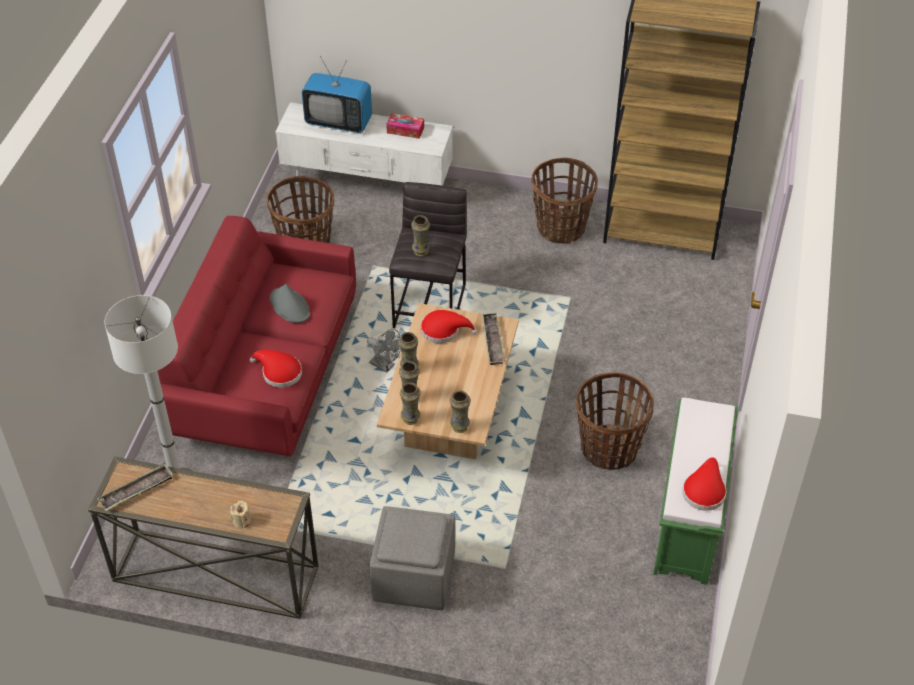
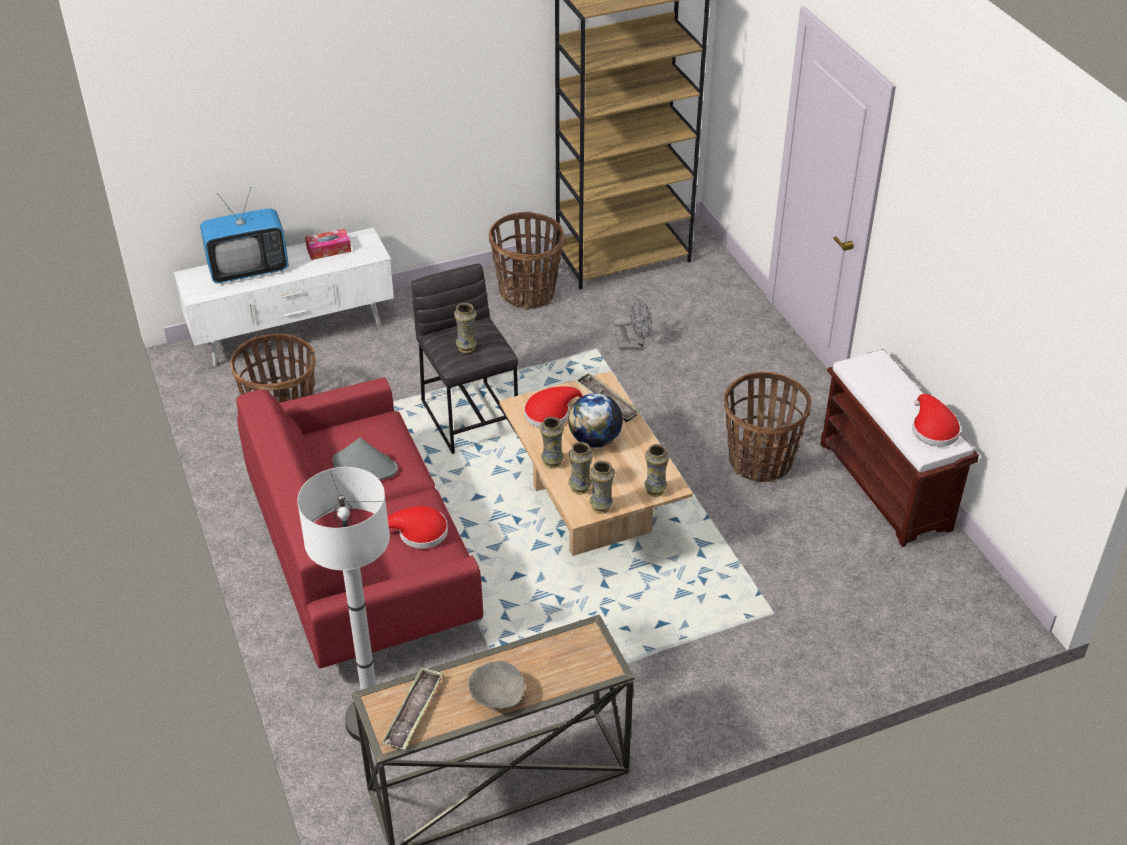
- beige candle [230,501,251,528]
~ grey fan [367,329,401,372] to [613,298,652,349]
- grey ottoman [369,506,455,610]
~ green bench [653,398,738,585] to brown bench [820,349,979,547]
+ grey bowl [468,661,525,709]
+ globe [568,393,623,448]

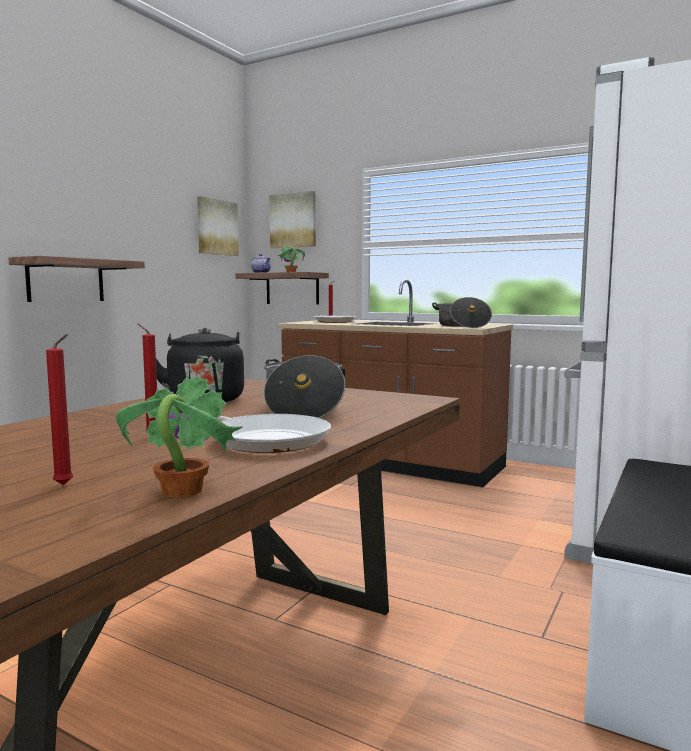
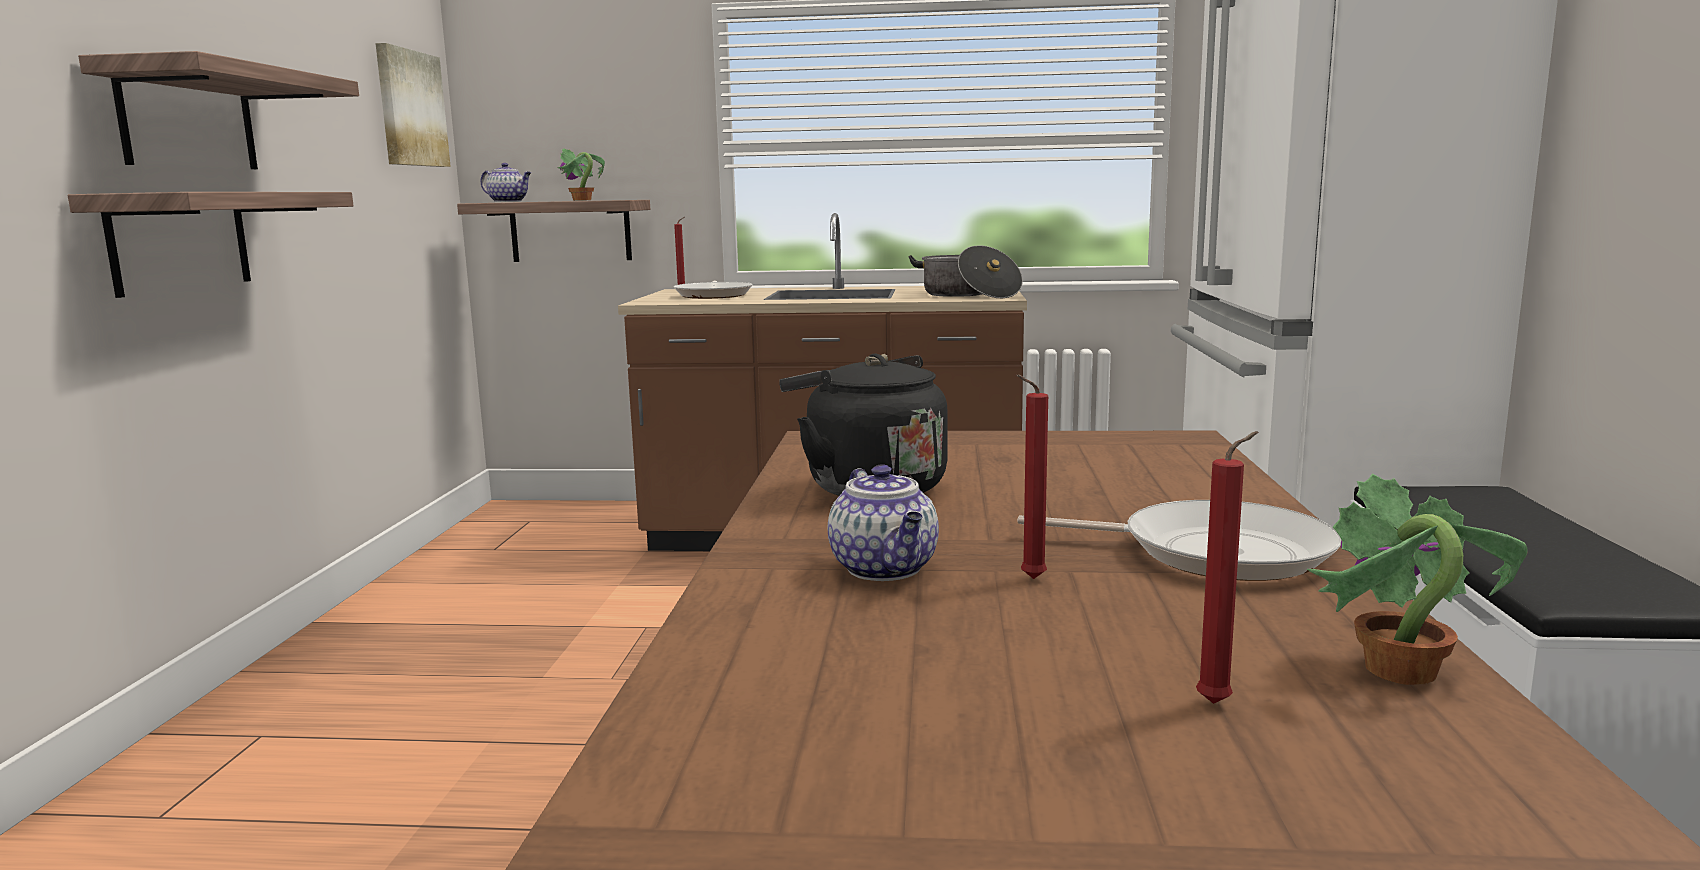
- cooking pot [264,355,345,418]
- picture [269,191,316,248]
+ shelf [78,51,359,169]
+ teapot [828,464,939,581]

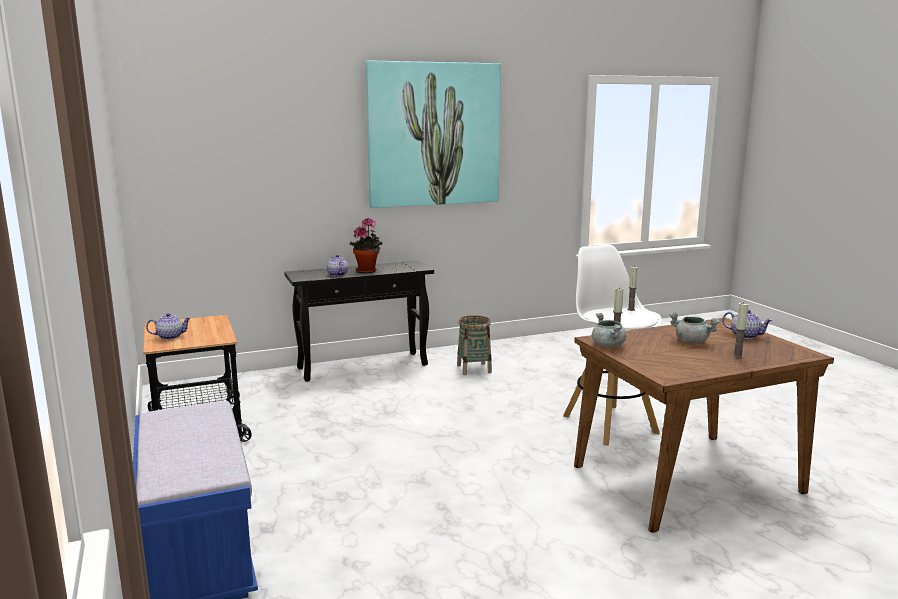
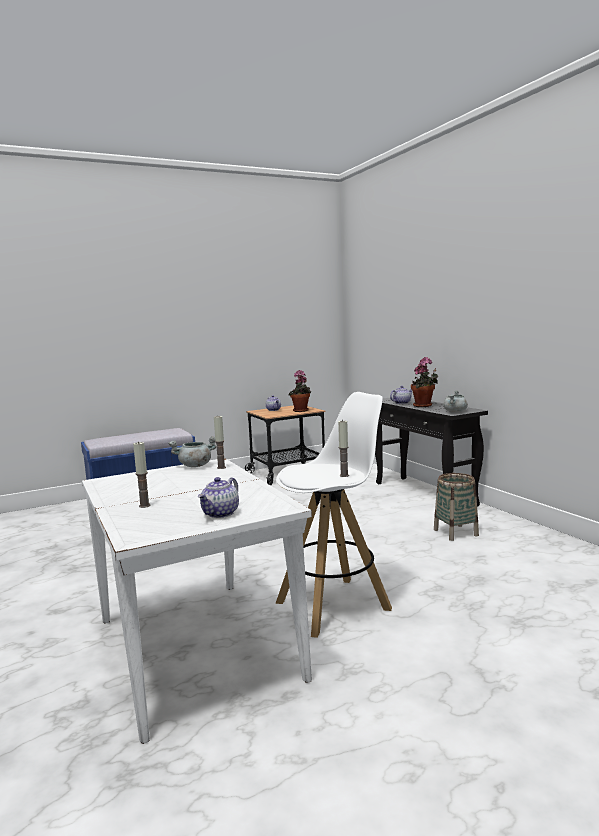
- picture [365,60,501,208]
~ brown dining table [574,318,834,533] to white dining table [82,458,312,744]
~ grey cooking pot [669,312,720,344] to [444,390,468,412]
+ potted plant [289,370,311,412]

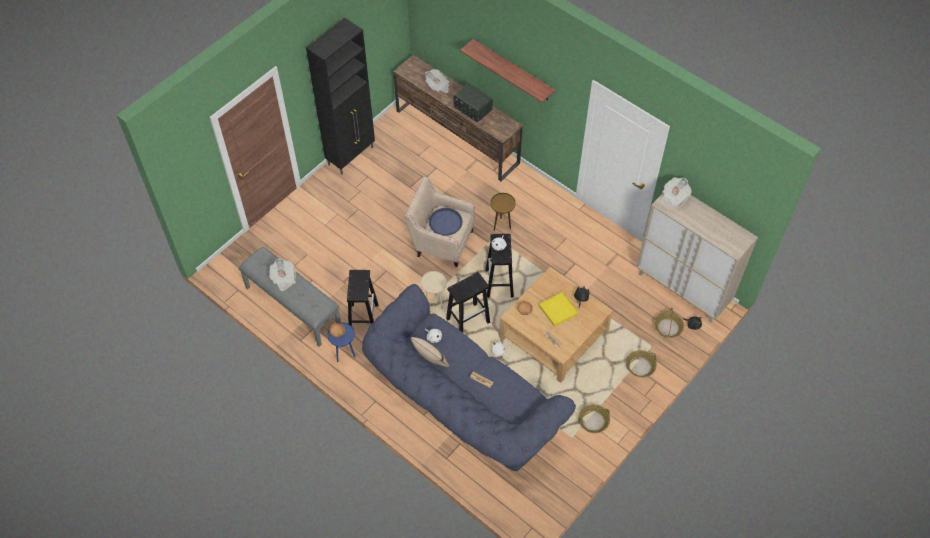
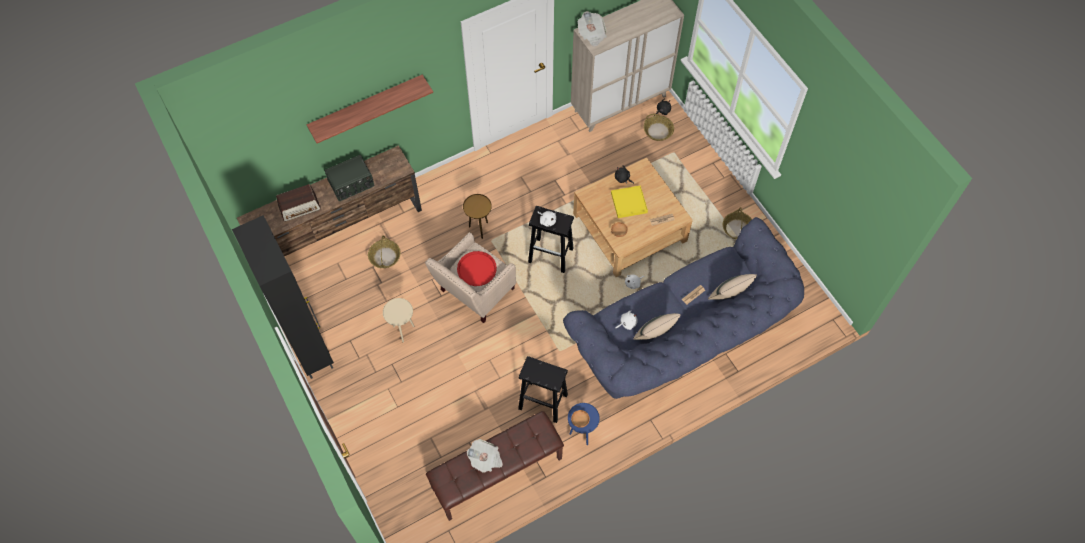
~ grey bench [238,247,341,347] to brown bench [426,411,564,521]
~ beige side table [420,271,447,309] to [383,298,414,342]
~ newspaper [425,69,449,93] to radio [276,184,321,222]
~ blue tray [429,208,463,236] to red tray [457,251,497,286]
- black stool [446,272,490,333]
~ basket [626,350,657,378] to [368,235,401,268]
+ beige pillow [708,274,757,300]

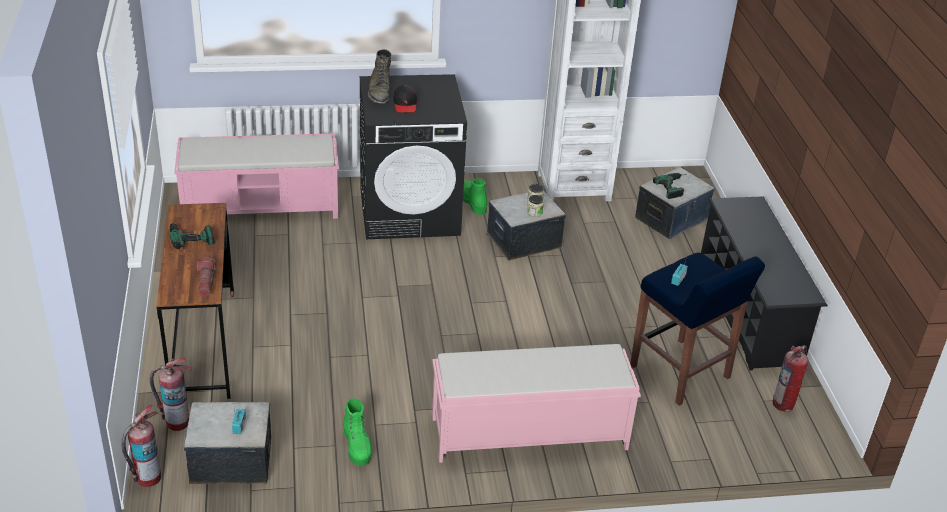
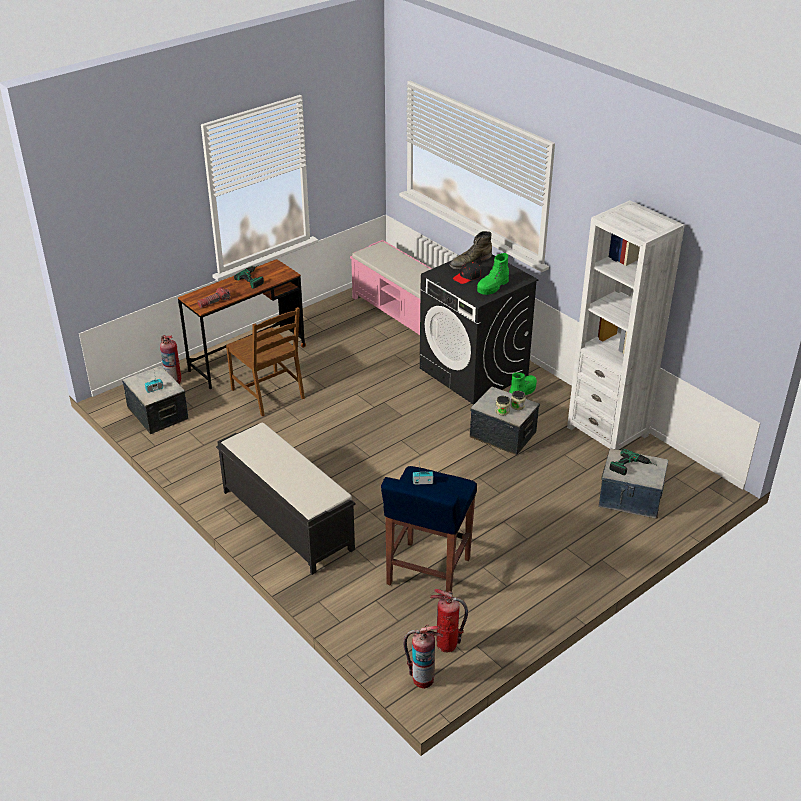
~ fire extinguisher [121,405,161,487] to [403,625,443,689]
~ green boot [343,398,372,466] to [477,253,509,295]
~ pink bench [432,344,641,463] to black bench [216,422,355,575]
- black shoe rack [701,196,828,371]
+ brown chair [226,307,305,417]

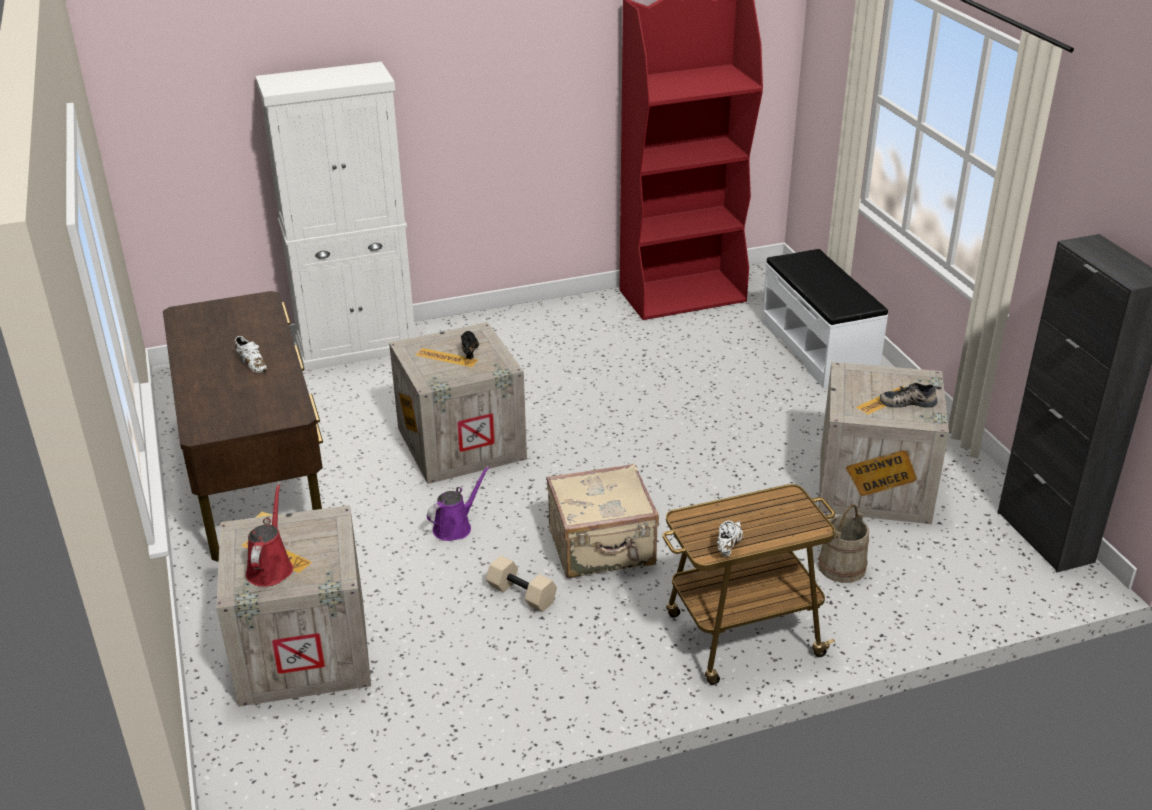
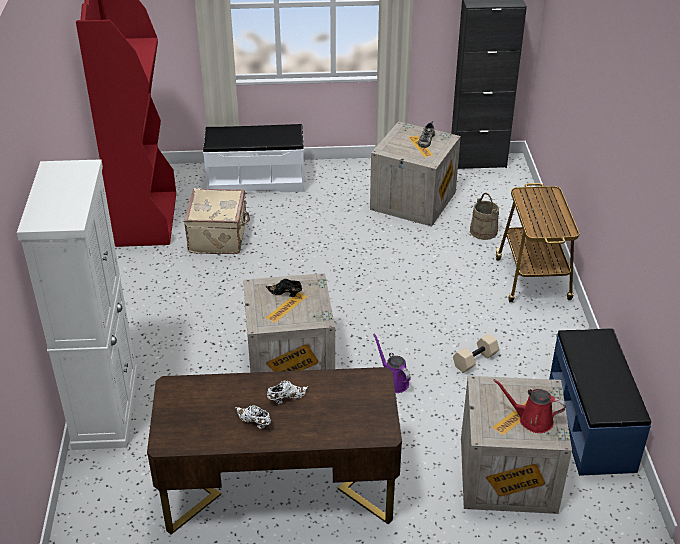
~ beige suitcase [546,463,659,578] to [184,188,250,254]
~ white shoe [717,520,743,557] to [235,405,271,429]
+ blue bench [549,328,651,476]

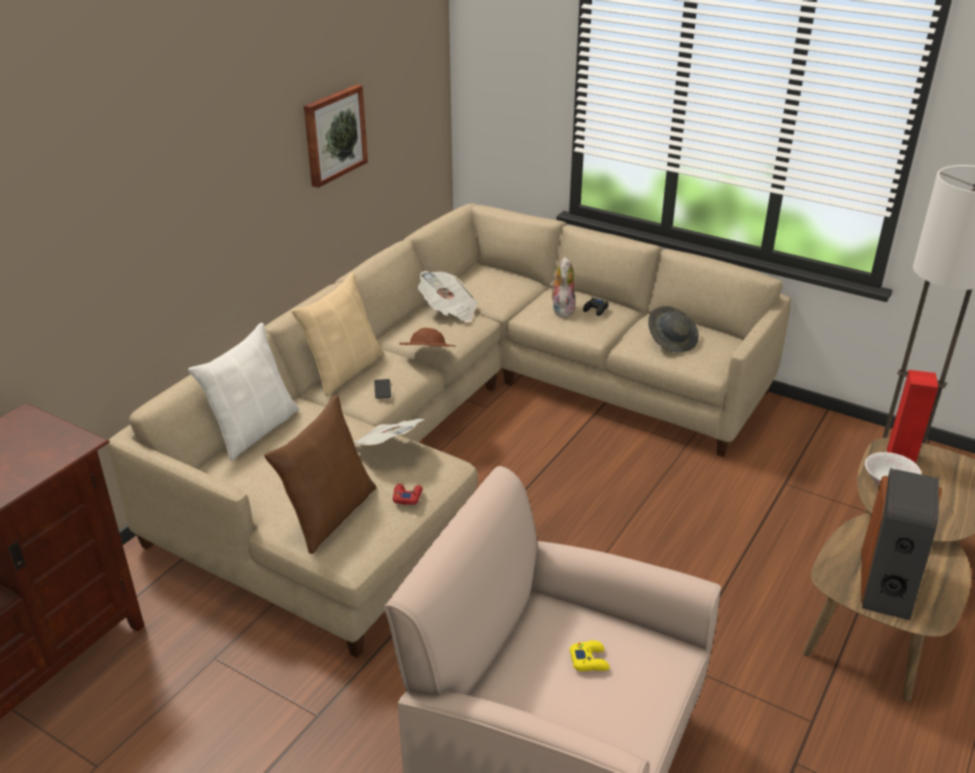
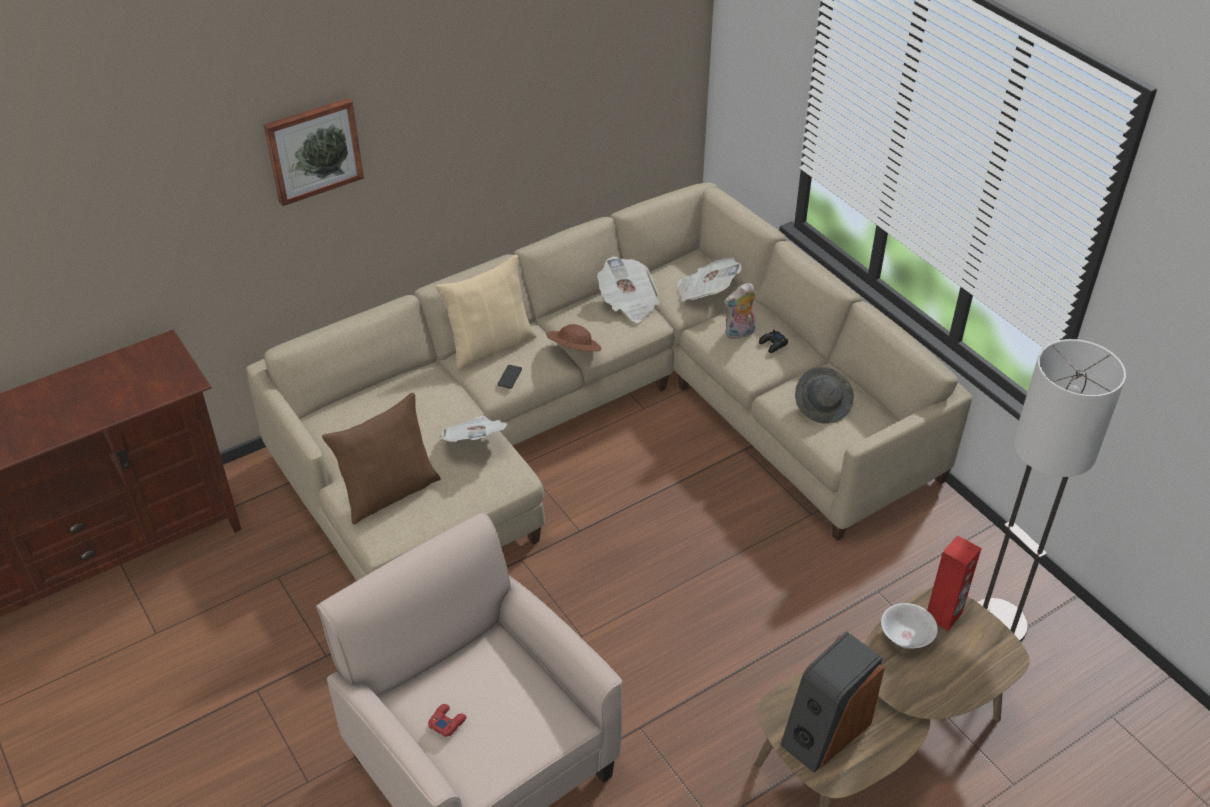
- white pillow [188,323,299,461]
~ picture [304,84,368,188] to [264,98,364,206]
~ red game controller [393,484,423,505] to [428,704,466,737]
~ plush toy [550,257,575,317] = [724,283,755,340] 150 degrees counterclockwise
- yellow game controller [569,640,610,671]
+ newspaper [677,257,741,301]

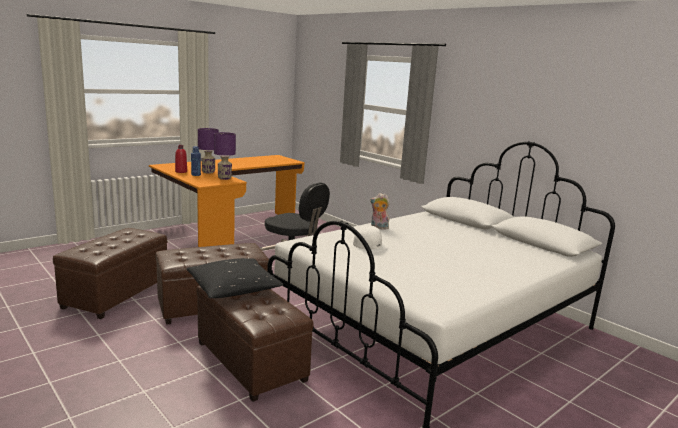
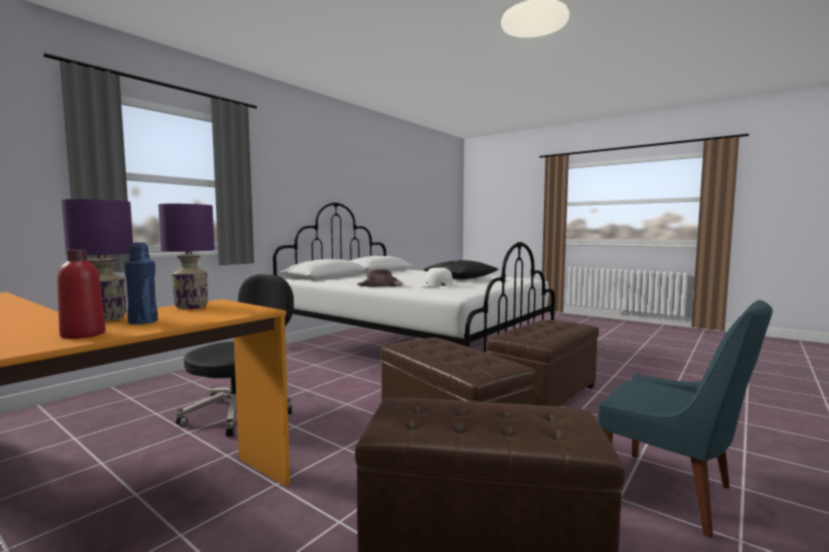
~ black pillow [186,258,283,298] to [423,260,498,279]
~ plush toy [370,193,390,230] to brown hat [357,269,403,287]
+ blue chair [598,300,773,538]

